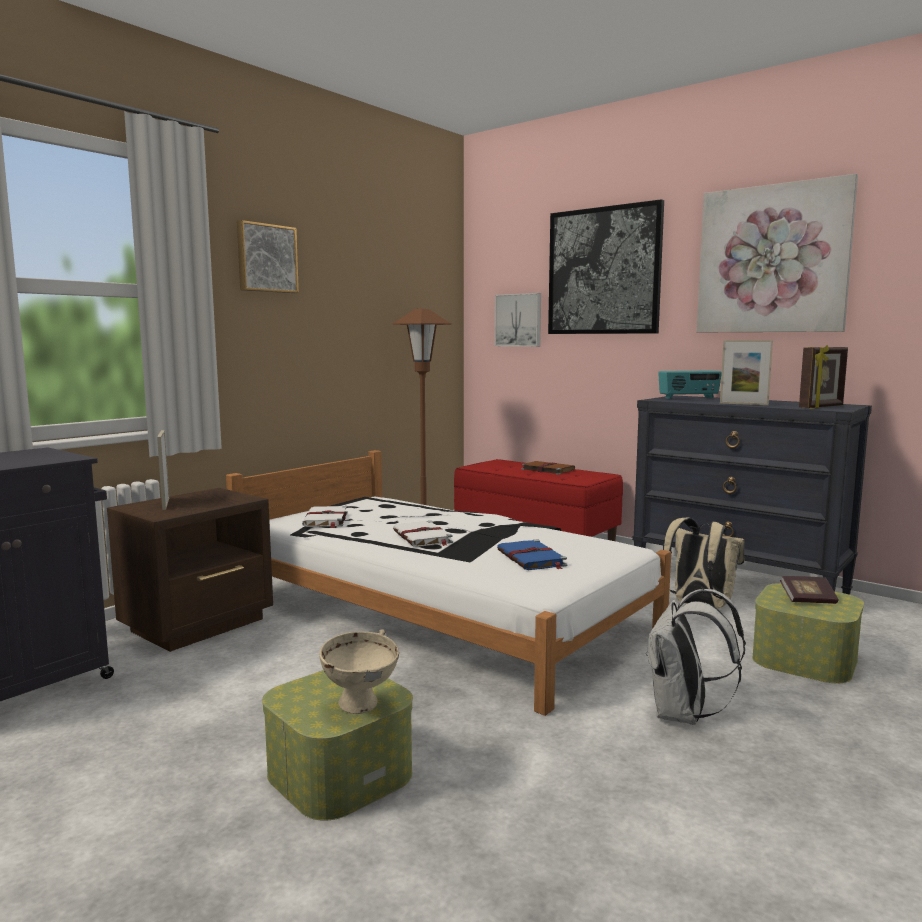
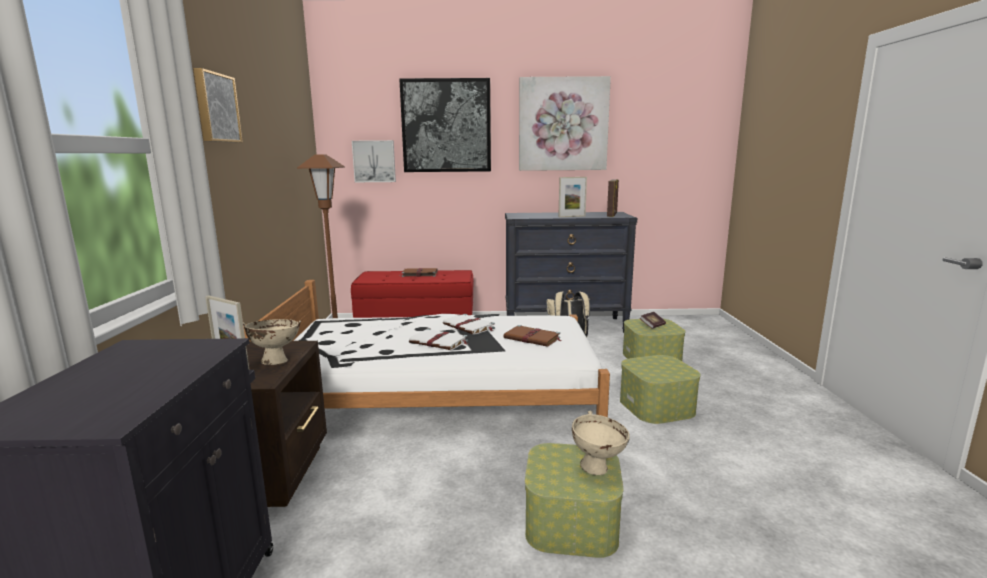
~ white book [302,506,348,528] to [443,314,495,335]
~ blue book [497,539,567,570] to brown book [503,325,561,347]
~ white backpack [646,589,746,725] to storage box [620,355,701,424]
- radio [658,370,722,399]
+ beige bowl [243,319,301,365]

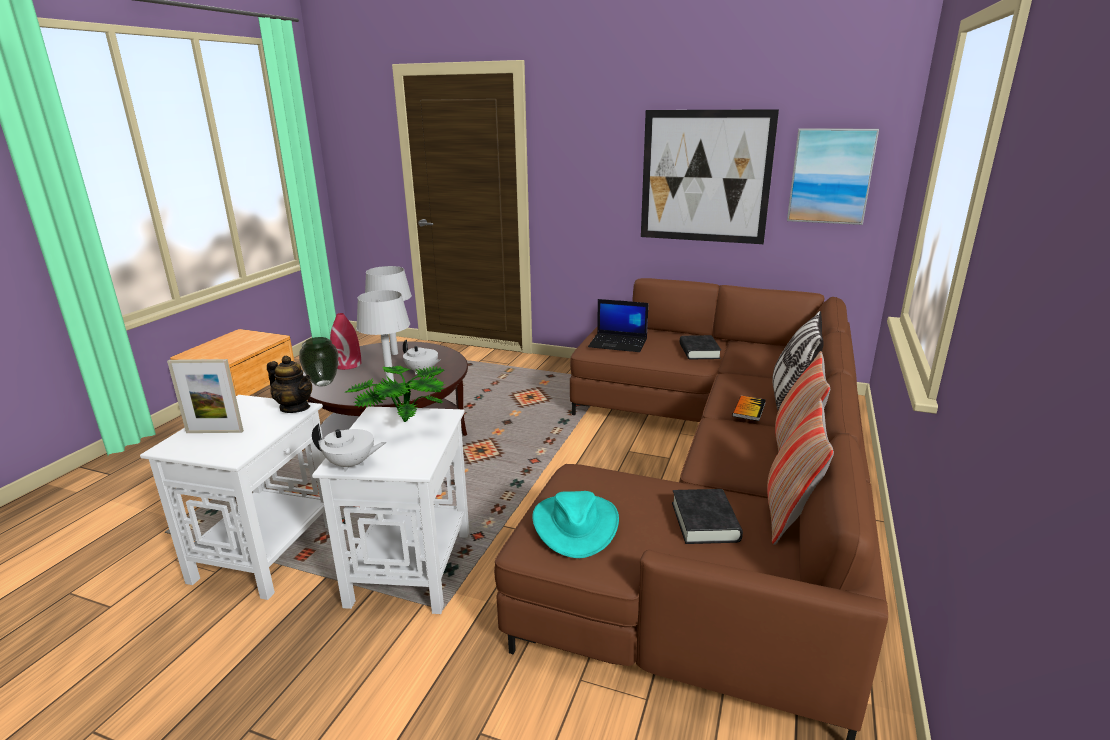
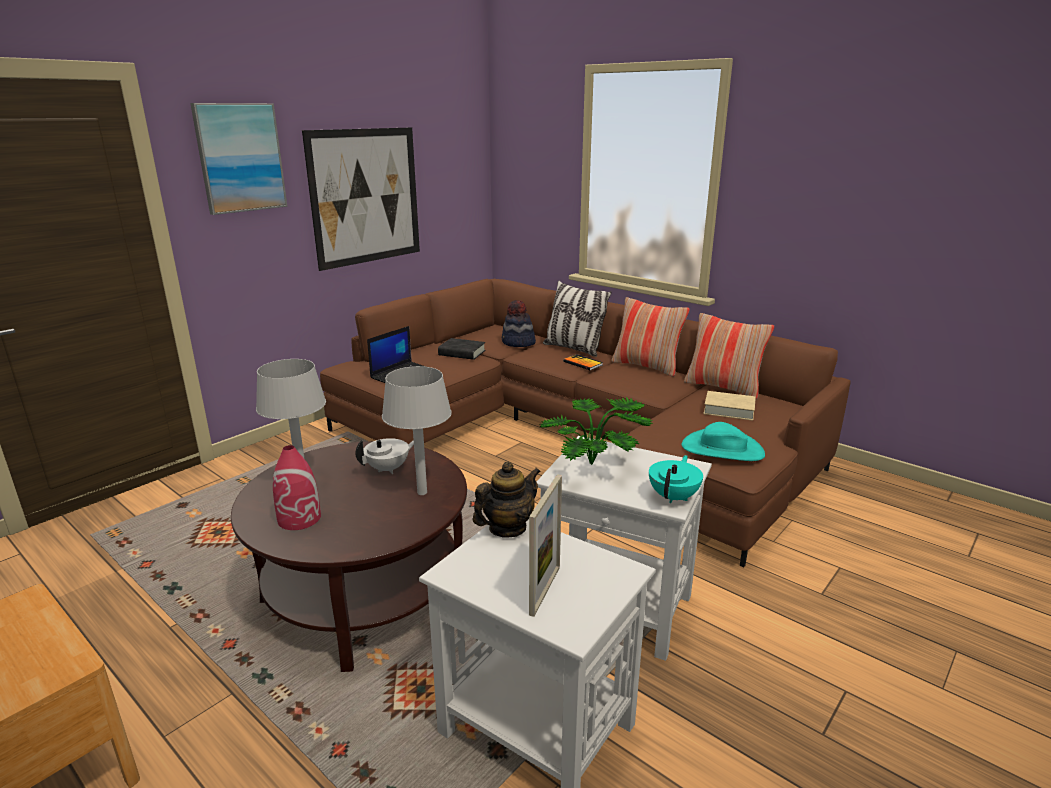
- vase [299,337,338,386]
~ white teapot [312,423,386,472] to turquoise teapot [649,455,703,503]
~ black book [672,489,743,544] to beige book [703,391,756,421]
~ picture [787,128,879,225] to [190,103,288,215]
+ hat [502,300,536,347]

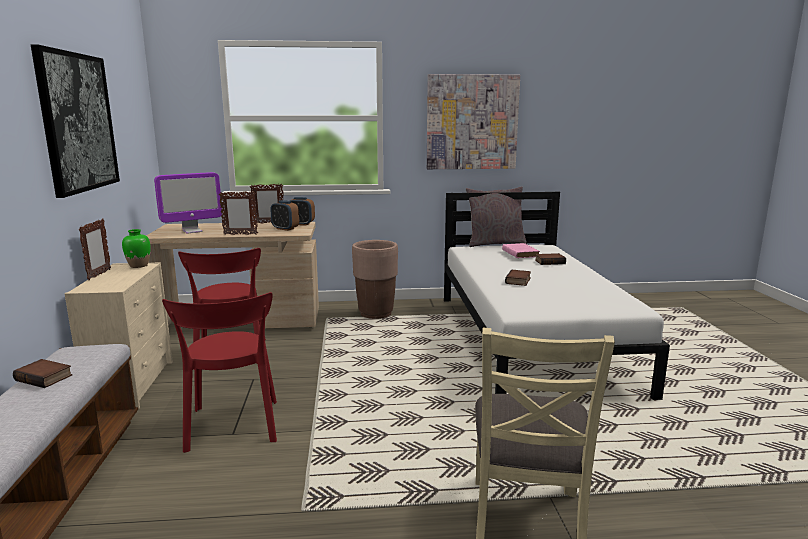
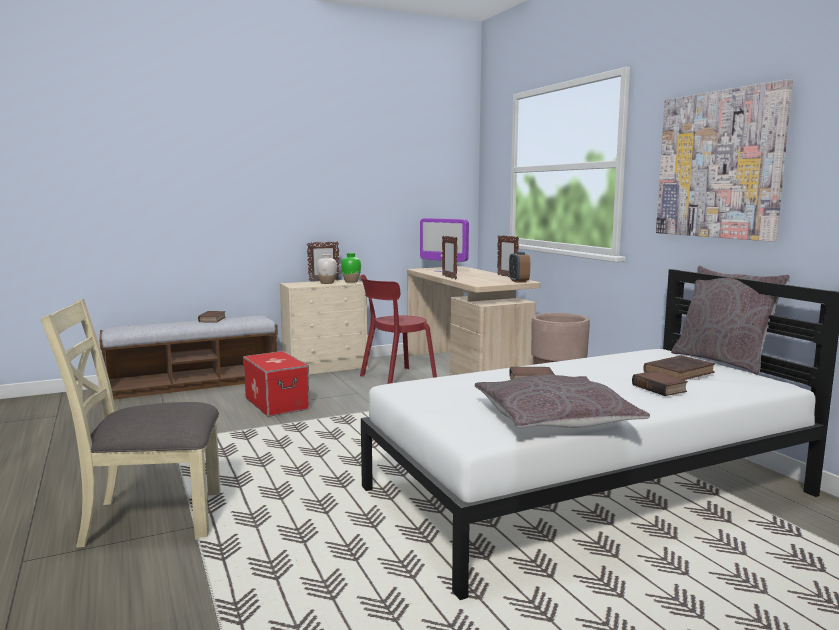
- picture [31,44,120,198]
~ red chair [162,292,277,453] to storage box [243,351,310,417]
- alarm clock [270,200,299,231]
~ pink book [502,243,540,258] to brown book [643,355,715,380]
+ white vase [317,254,337,284]
+ grey pillow [475,375,650,428]

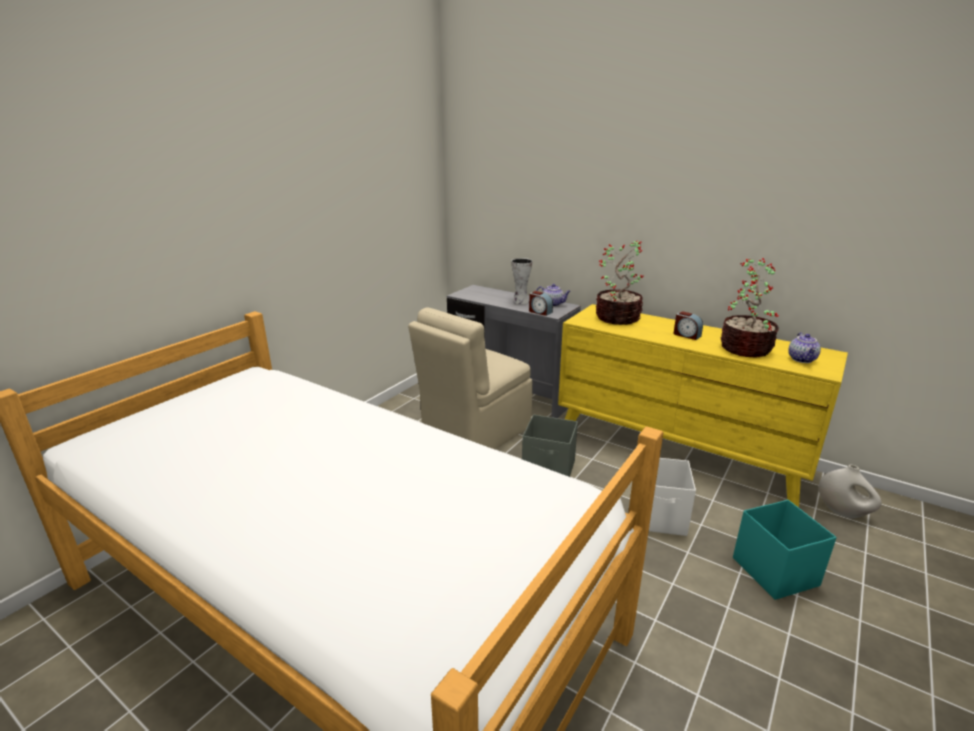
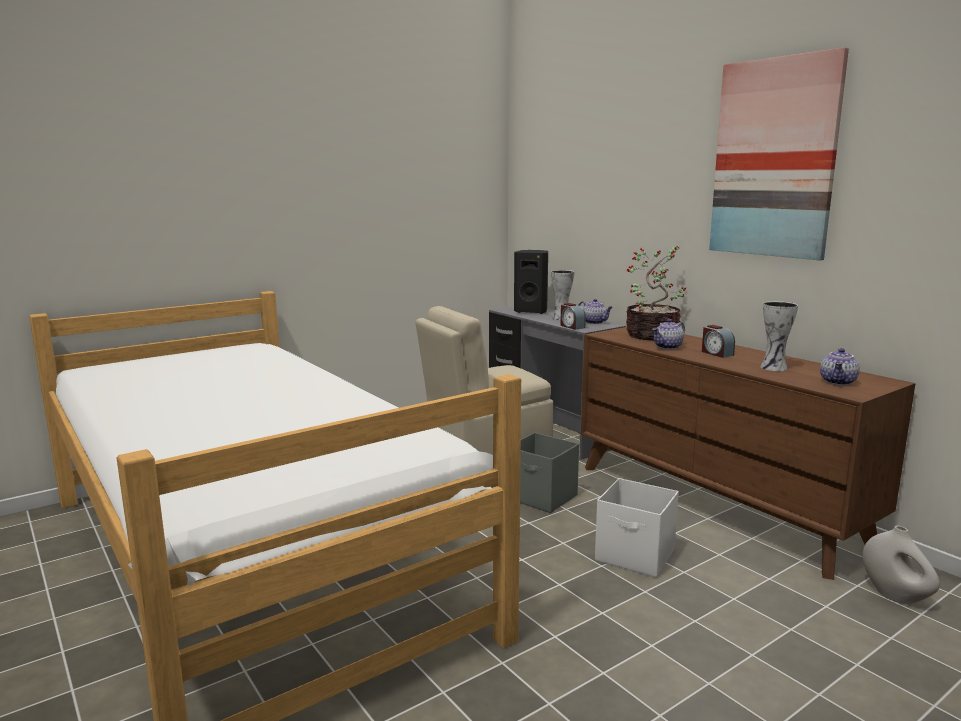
~ yellow dresser [558,304,848,507] to brown dresser [581,327,915,580]
~ potted plant [721,258,779,357] to vase [761,301,798,371]
- turquoise storage box [733,500,837,600]
+ black speaker [514,250,548,314]
+ teapot [652,319,685,350]
+ picture [709,47,849,260]

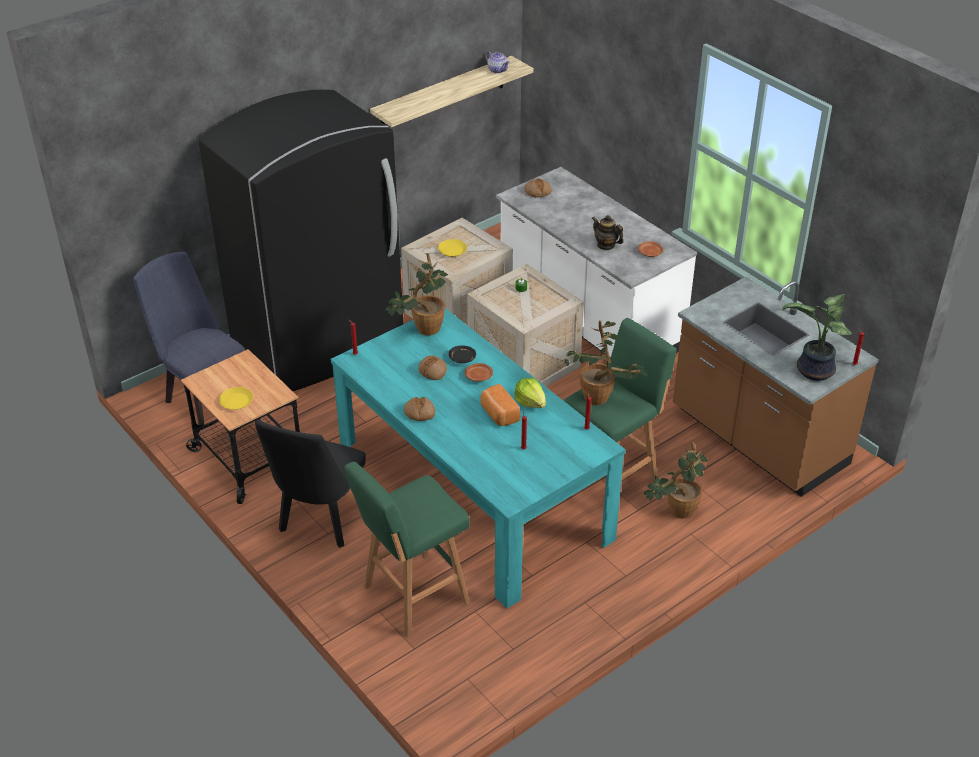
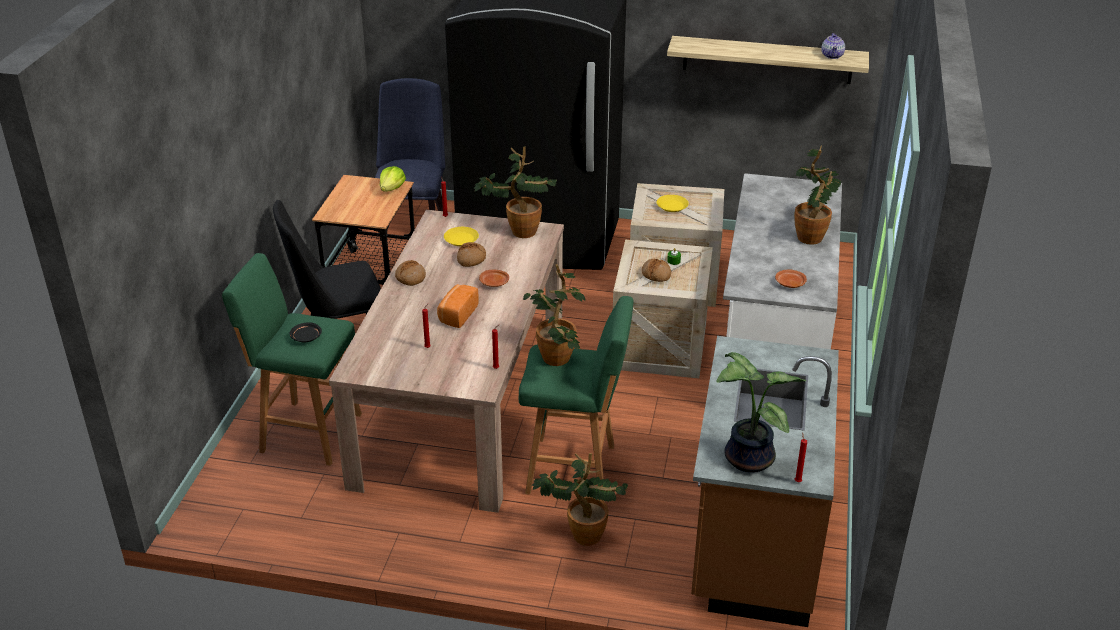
~ yellow plate [219,387,253,410] to [444,227,479,246]
~ turquoise dining table [330,308,626,609] to beige dining table [329,210,564,513]
~ black plate [449,346,476,363] to [290,322,322,342]
~ lettuce [514,378,546,408] to [380,166,406,192]
~ bread [524,178,551,197] to [642,259,671,282]
- teapot [592,215,624,250]
+ potted plant [794,146,841,245]

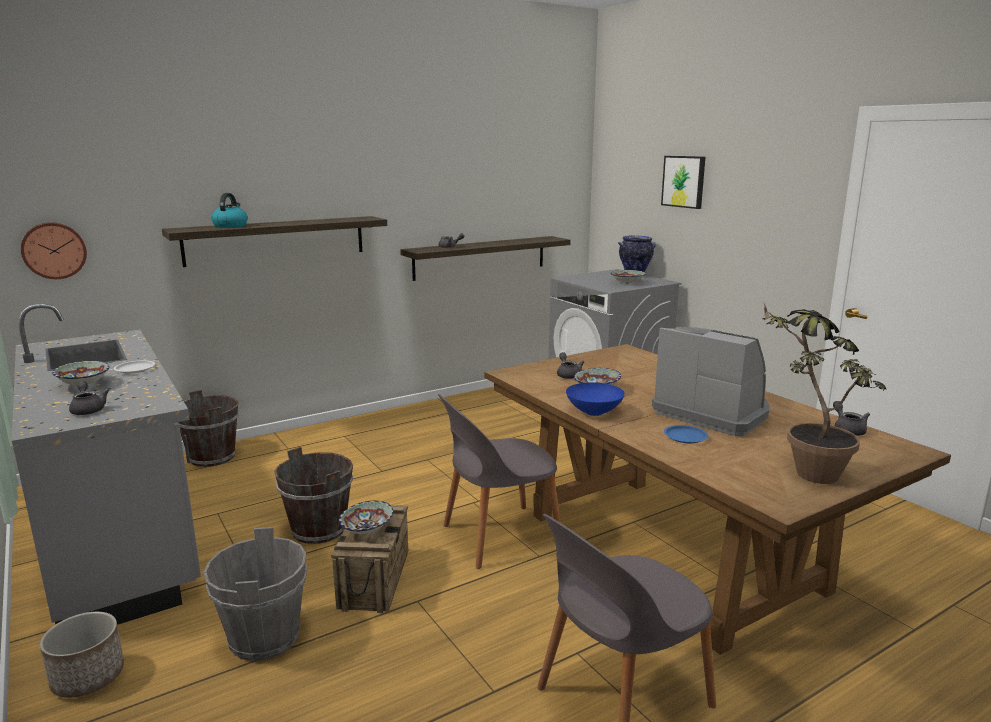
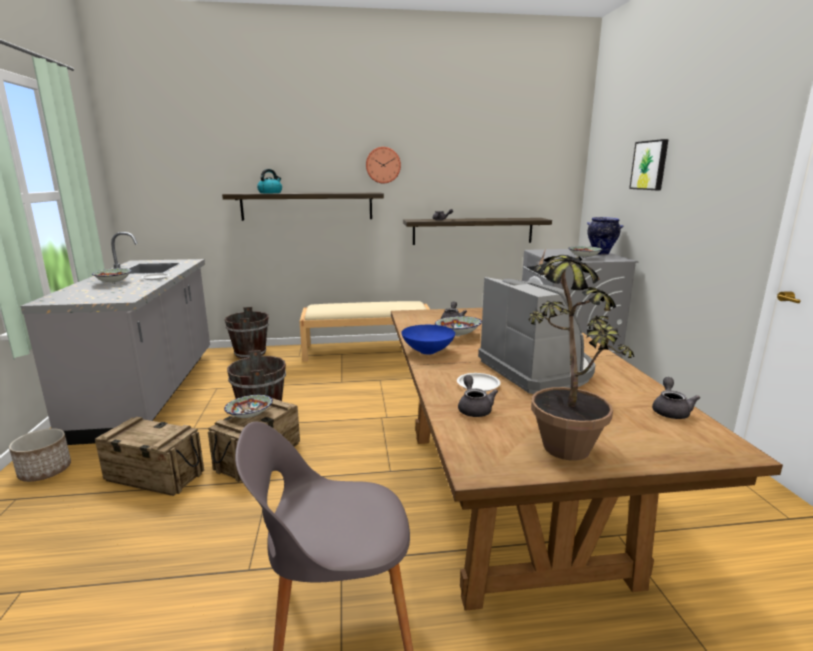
~ wall clock [21,222,87,279] to [366,147,401,183]
~ grey teapot [69,381,109,415] to [458,375,498,417]
~ grey bucket [204,527,307,661] to crate [95,417,204,496]
- grey chair [438,394,561,569]
~ blue plate [664,425,708,443] to white plate [457,373,501,391]
+ beige bench [299,301,430,362]

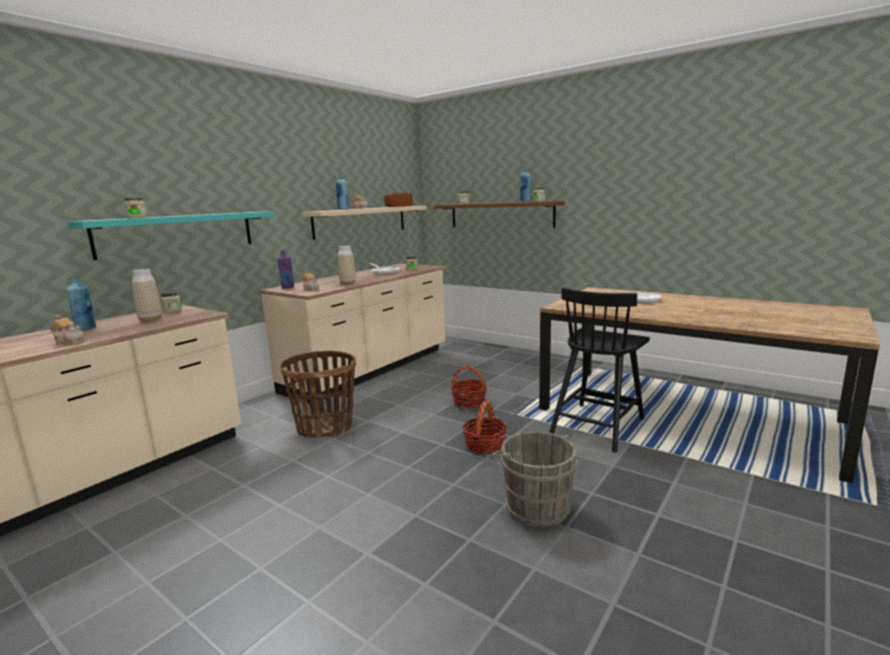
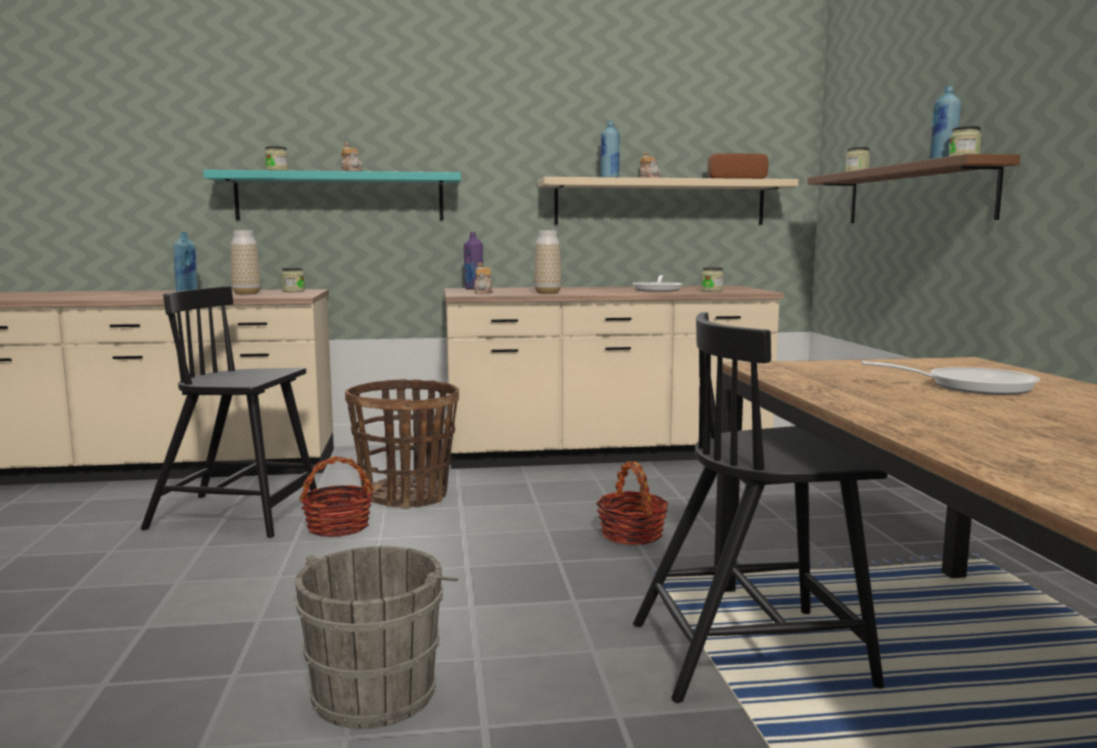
~ teapot [50,315,85,345] to [341,143,362,171]
~ basket [462,401,507,454] to [299,456,374,537]
+ black chair [141,286,317,538]

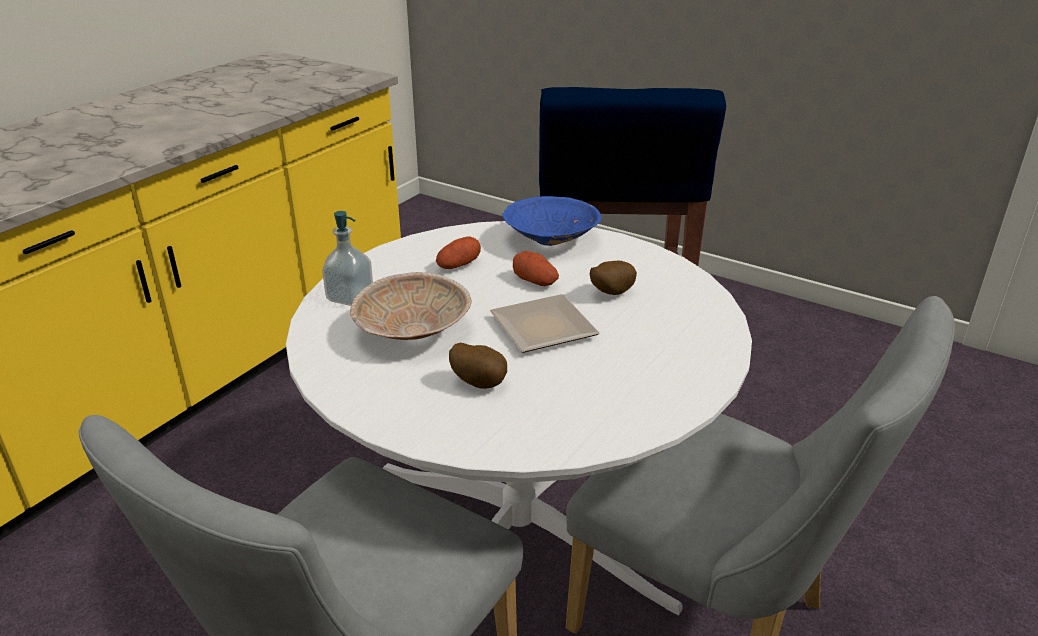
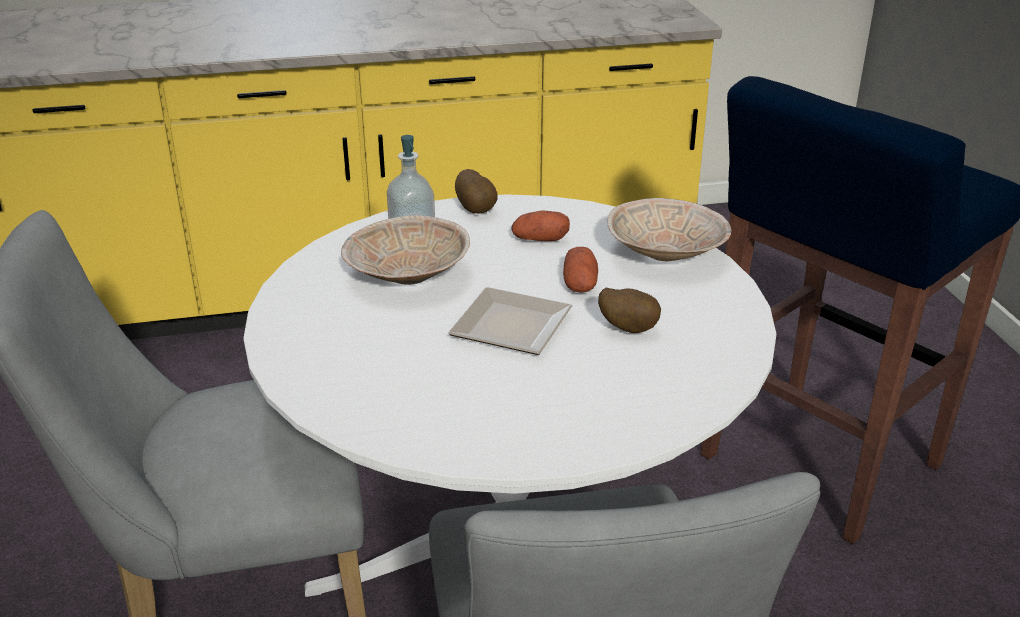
~ potato [449,343,507,389] to [455,169,497,213]
~ blue bowl [502,196,602,246] to beige bowl [608,198,731,261]

